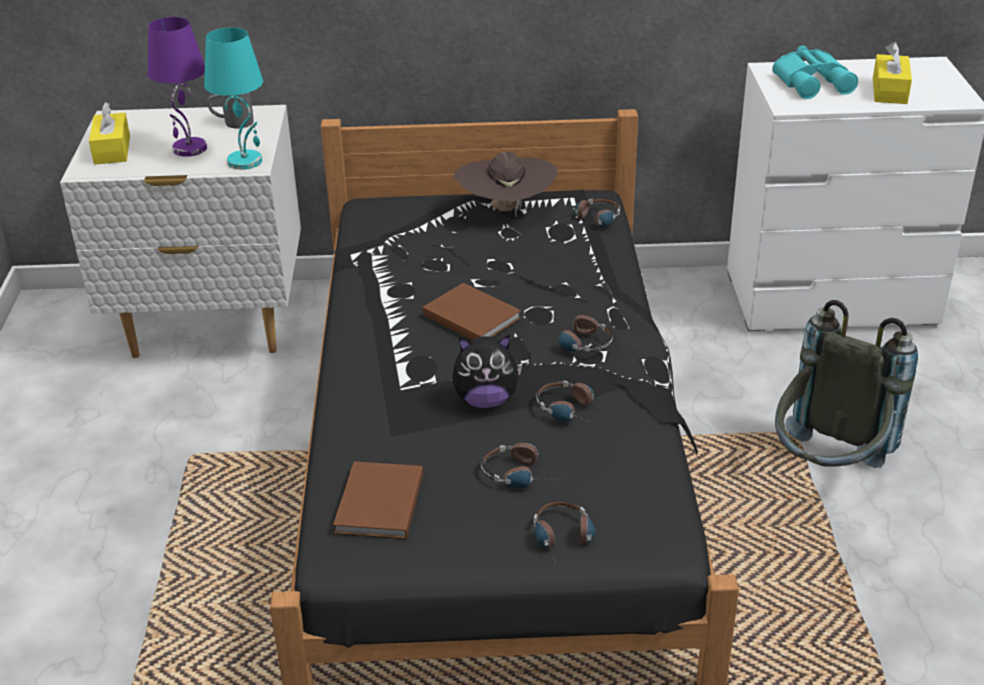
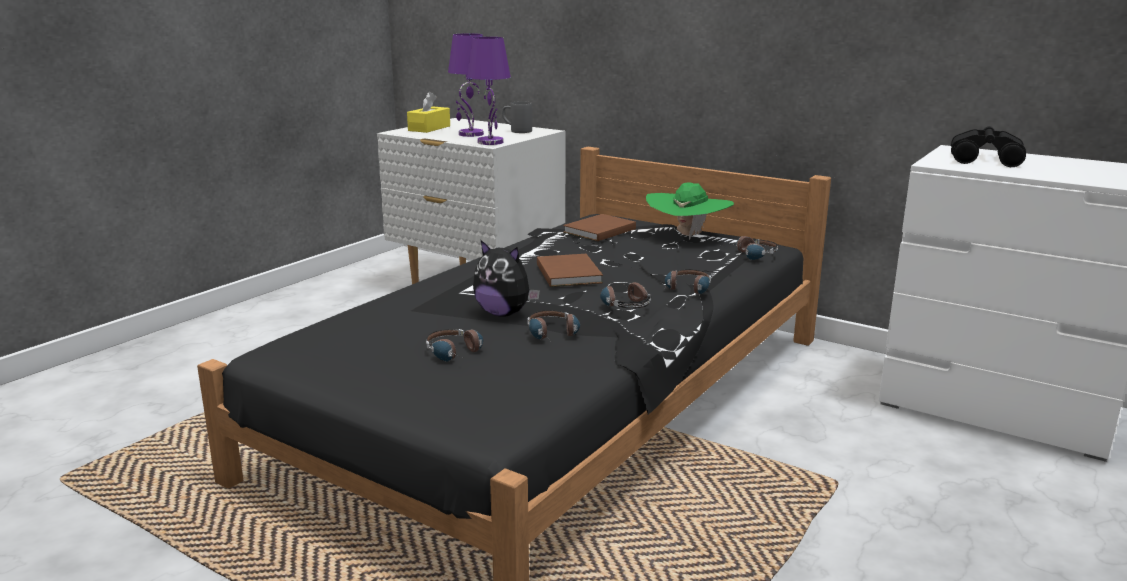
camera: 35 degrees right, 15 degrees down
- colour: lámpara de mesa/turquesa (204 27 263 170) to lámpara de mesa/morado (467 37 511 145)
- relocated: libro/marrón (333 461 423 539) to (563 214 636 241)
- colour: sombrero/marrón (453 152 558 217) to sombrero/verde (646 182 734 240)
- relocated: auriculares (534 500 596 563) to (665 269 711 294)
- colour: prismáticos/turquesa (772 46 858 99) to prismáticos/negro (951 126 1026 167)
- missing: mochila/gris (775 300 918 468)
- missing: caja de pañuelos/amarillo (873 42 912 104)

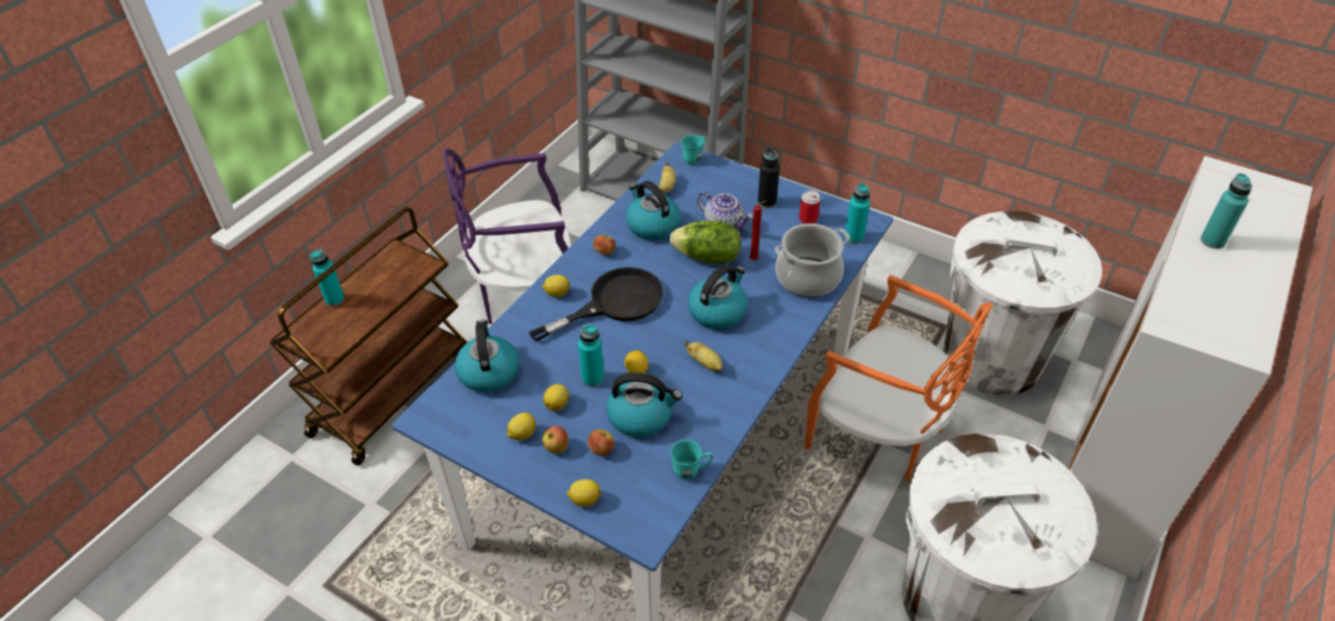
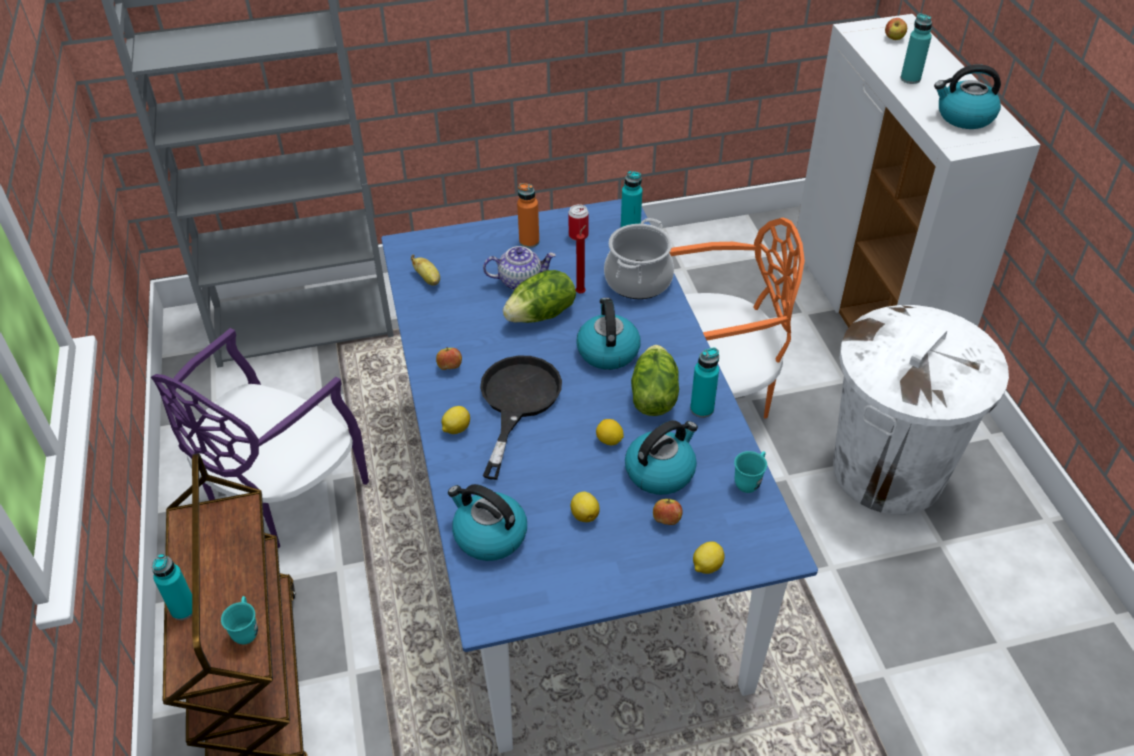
camera: 45 degrees left, 0 degrees up
- relocated: taza grande/turquesa (681 135 706 165) to (221 596 258 644)
- colour: botella/negro (758 147 780 208) to botella/naranja (517 183 539 248)
- exchanged: plátano (684 341 722 371) to lechuga (631 345 679 416)
- relocated: botella/turquesa (578 324 604 387) to (690 347 719 418)
- relocated: manzana (542 426 569 453) to (885 18 907 40)
- relocated: hervidor (626 181 681 240) to (934 64 1001 129)
- missing: limón (507 413 536 440)
- missing: papelera/blanco (943 211 1102 396)

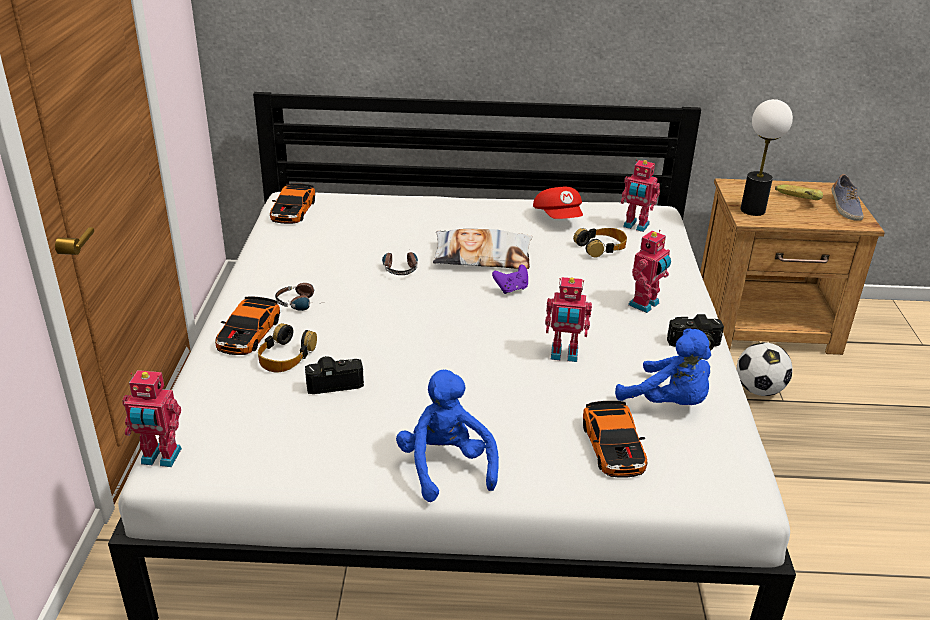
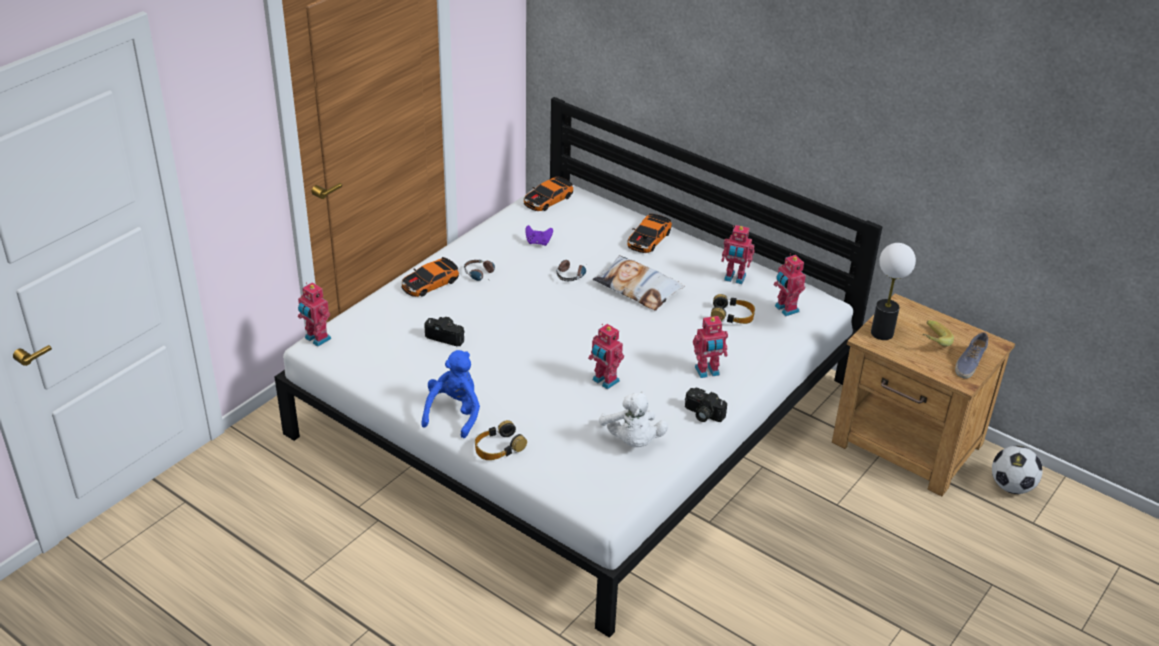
camera: 35 degrees right, 5 degrees up
- relocated: auriculares (258 323 317 372) to (475 420 527 460)
- relocated: mando de consola/morado (492 264 528 294) to (525 225 553 246)
- colour: peluche/azul (615 328 711 405) to peluche/blanco (599 391 668 447)
- relocated: coche de juguete (583 401 647 478) to (627 213 672 253)
- exchanged: gorra/rojo (533 187 583 219) to robot de juguete (722 225 755 284)
- relocated: balón de fútbol (737 342 793 396) to (992 446 1043 494)

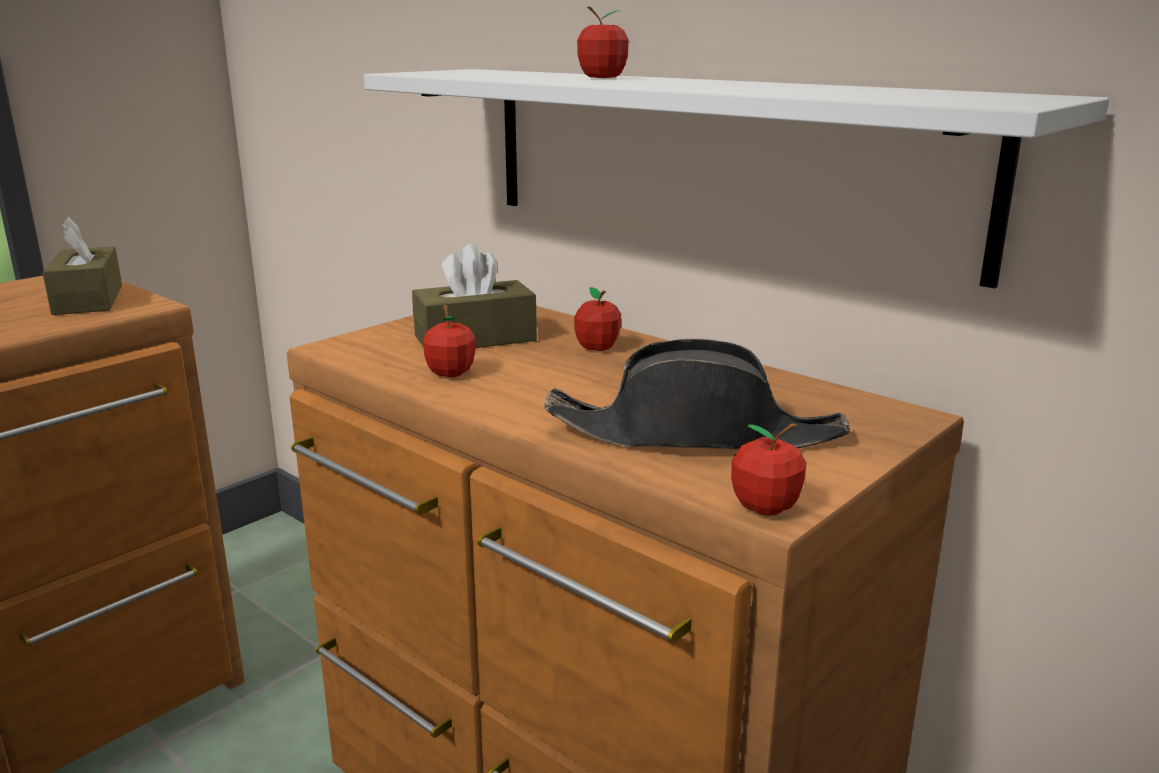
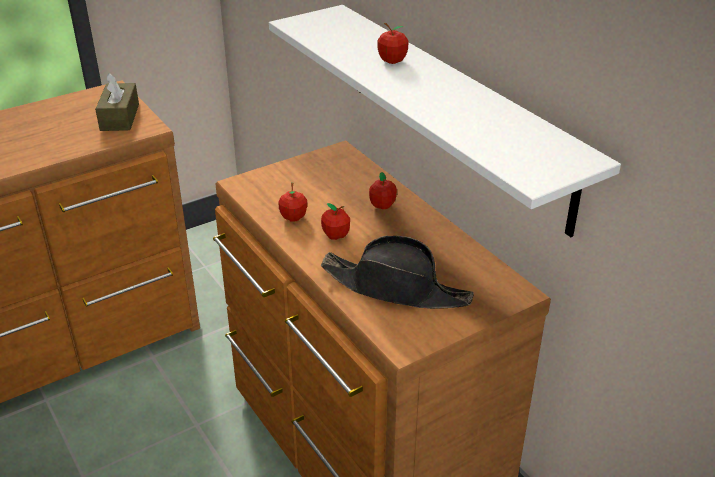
camera: 15 degrees right, 15 degrees up
- relocated: manzana (731 423 807 516) to (321 203 350 240)
- missing: caja de pañuelos/marrón (412 244 537 348)

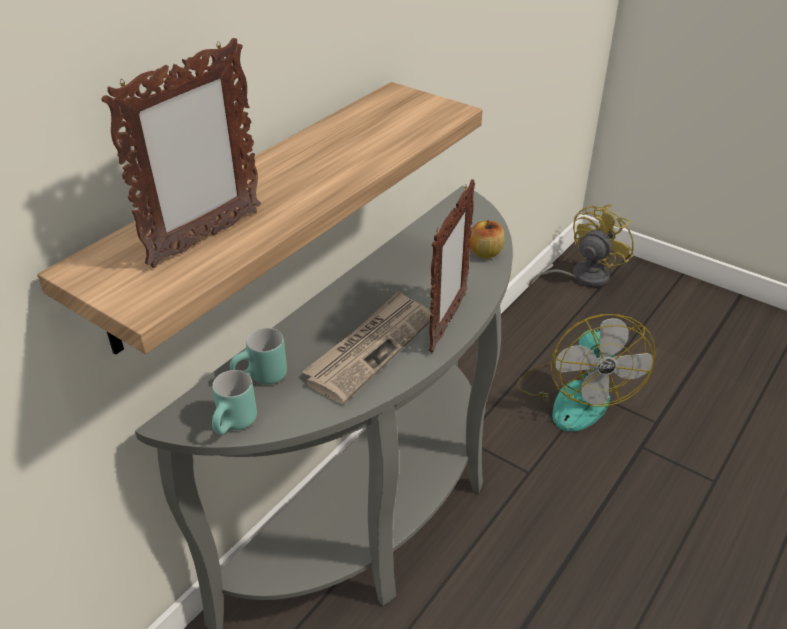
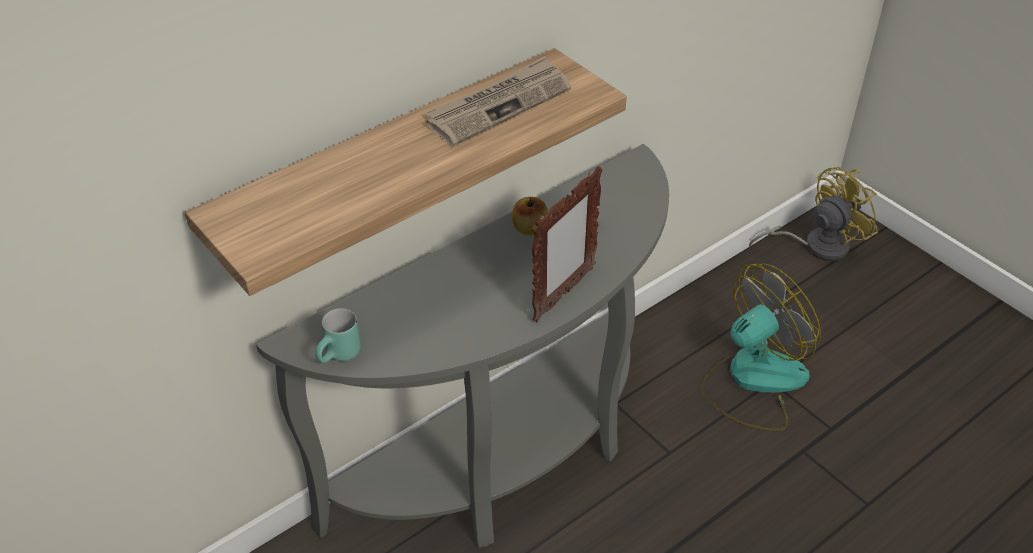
camera: 15 degrees right, 5 degrees up
- relocated: periódico (302 290 431 404) to (425 56 571 146)
- relocated: manzana (469 220 505 259) to (512 197 548 235)
- spun: ventilador (517 314 656 432) = (700 263 821 431) 135 degrees counterclockwise
- missing: portarretratos (101 38 261 268)
- missing: taza grande/turquesa (230 328 287 384)

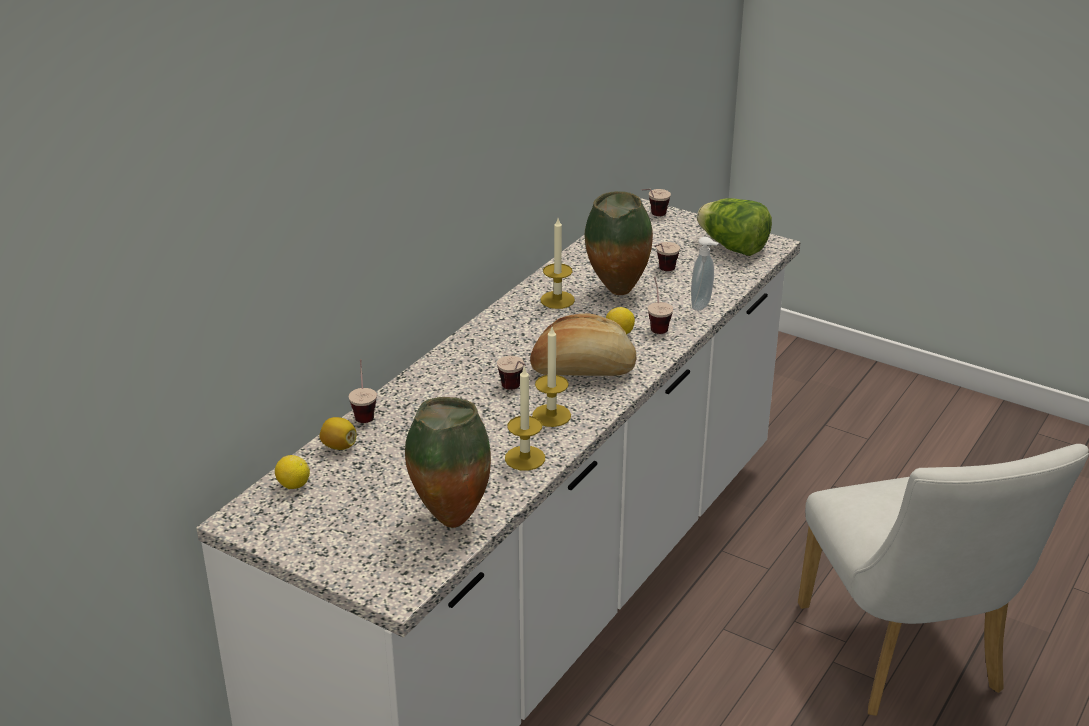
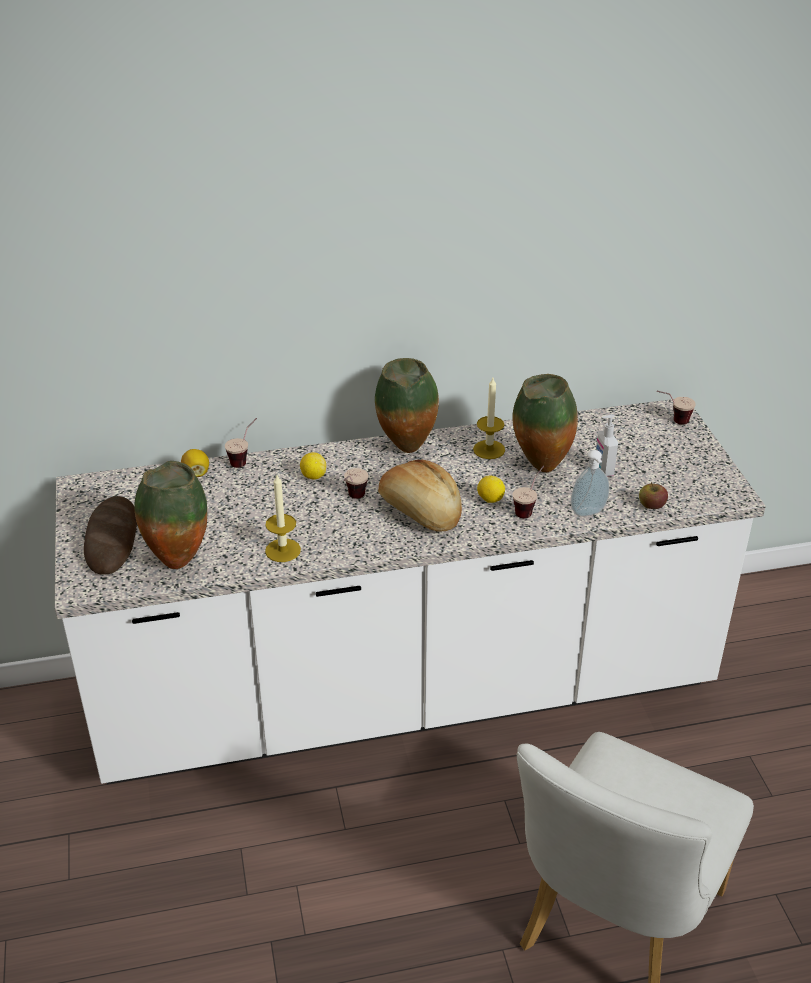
camera: 45 degrees right, 5 degrees up
- appeared: pan (84 496 137 575)
- relocated: limón (275 455 310 489) to (300 452 326 480)
- appeared: florero (375 358 439 453)
- exchanged: taza (654 242 680 271) to dispensador de jabón (596 414 618 477)
- appeared: manzana (639 482 668 509)
- missing: vela (532 327 571 427)
- missing: lechuga (697 198 772 256)

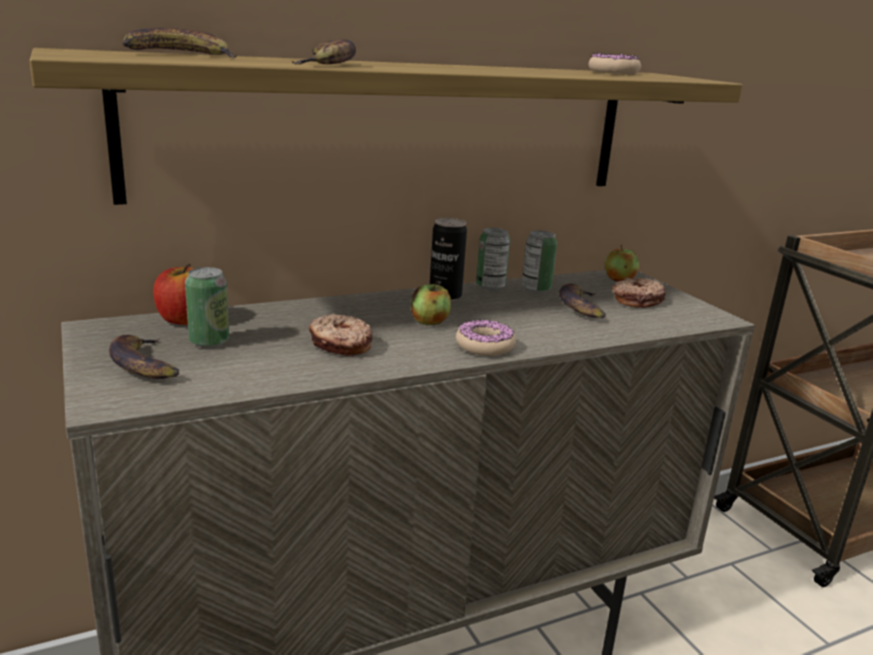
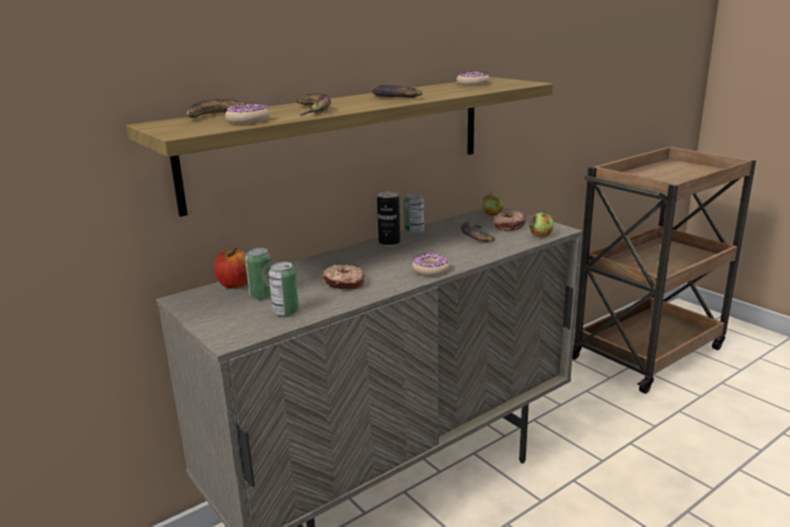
camera: 10 degrees left, 0 degrees up
- appeared: rosquilla (225 103 270 124)
- relocated: lata (522 231 557 293) to (269 262 299 317)
- relocated: plátano (109 335 179 379) to (371 85 423 98)
- relocated: manzana (410 280 451 325) to (529 211 554 237)

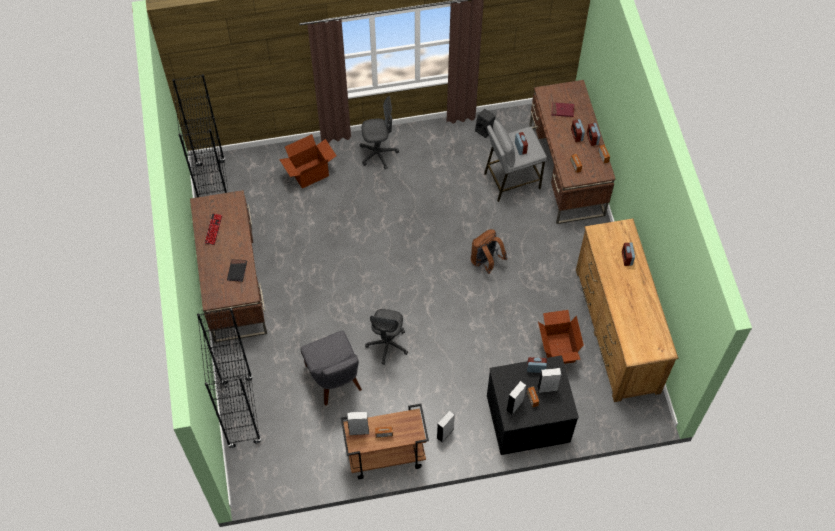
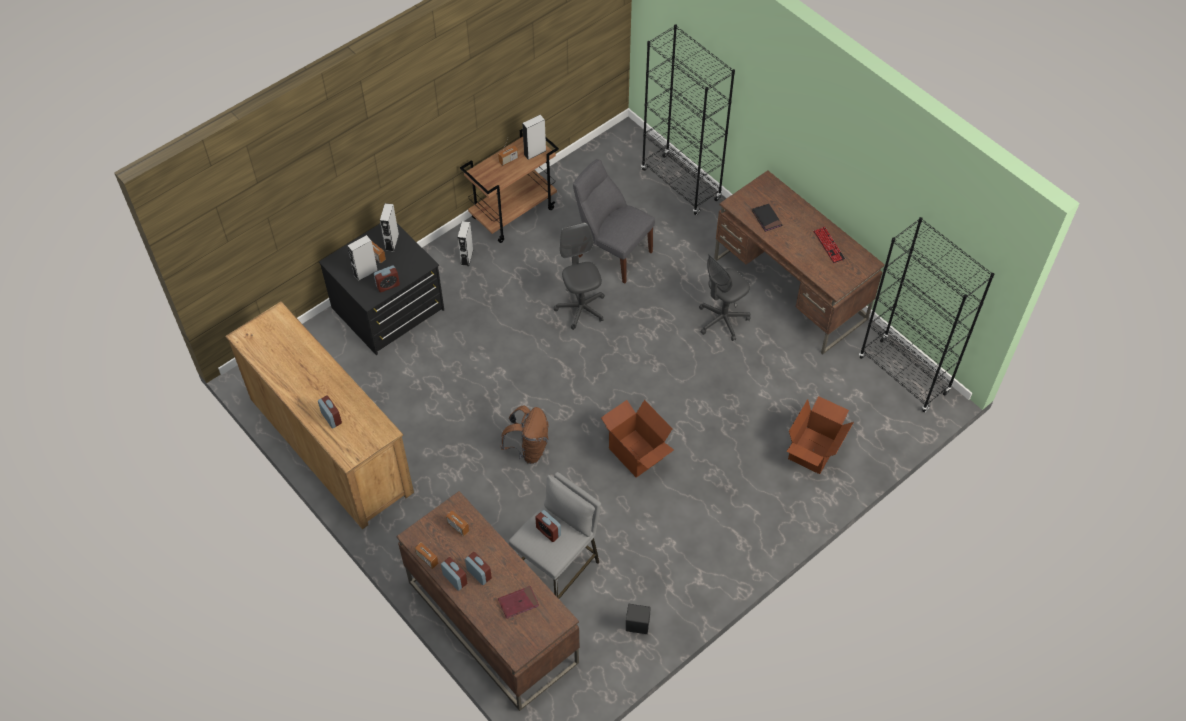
camera: 150 degrees right, 5 degrees down
- relocated: caja de cartón (538 310 584 364) to (601 400 674 477)
- relocated: silla de oficina/gris (360 96 399 170) to (699 254 750 341)

